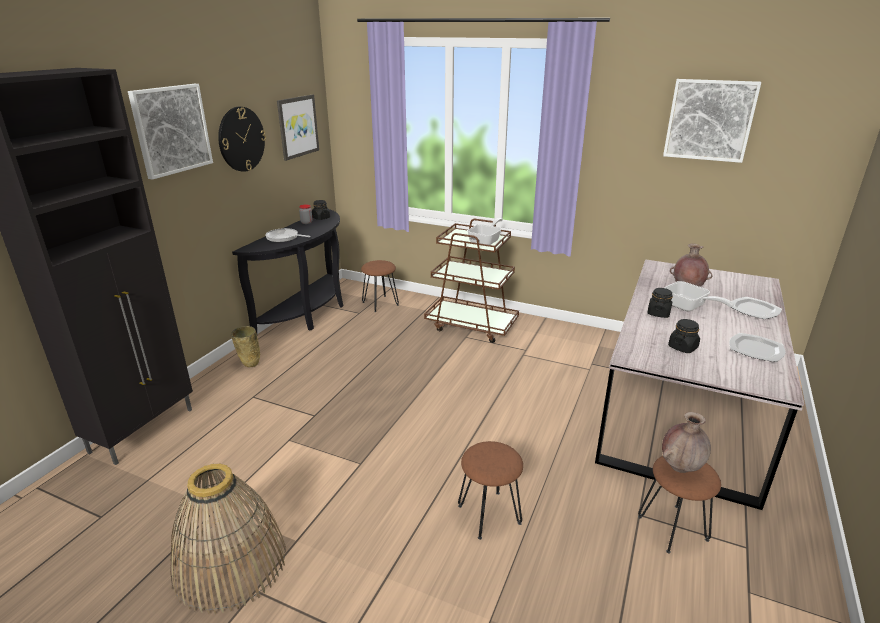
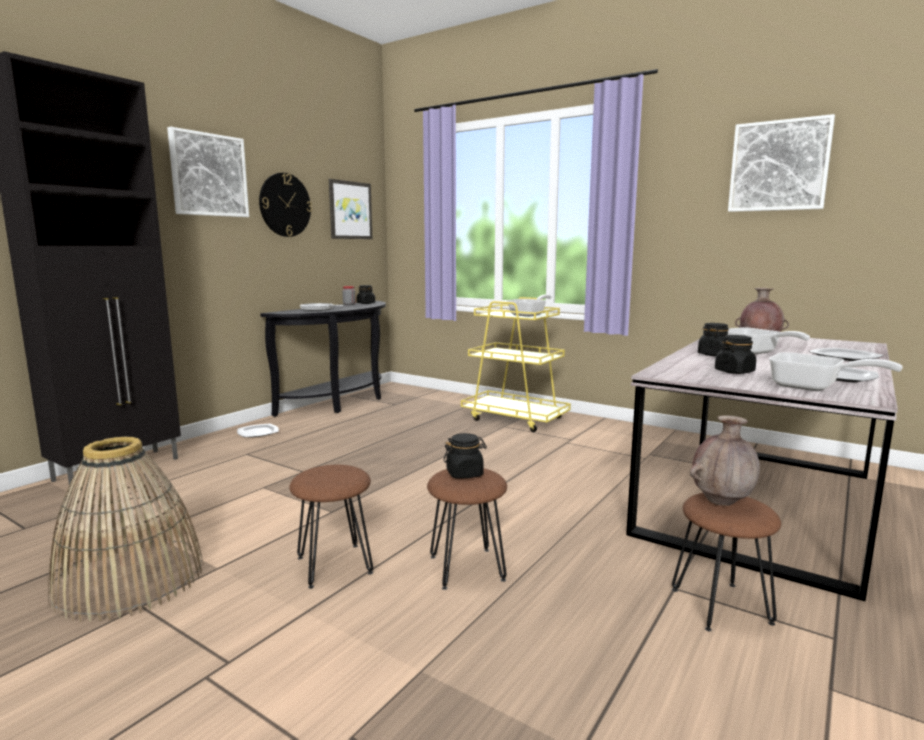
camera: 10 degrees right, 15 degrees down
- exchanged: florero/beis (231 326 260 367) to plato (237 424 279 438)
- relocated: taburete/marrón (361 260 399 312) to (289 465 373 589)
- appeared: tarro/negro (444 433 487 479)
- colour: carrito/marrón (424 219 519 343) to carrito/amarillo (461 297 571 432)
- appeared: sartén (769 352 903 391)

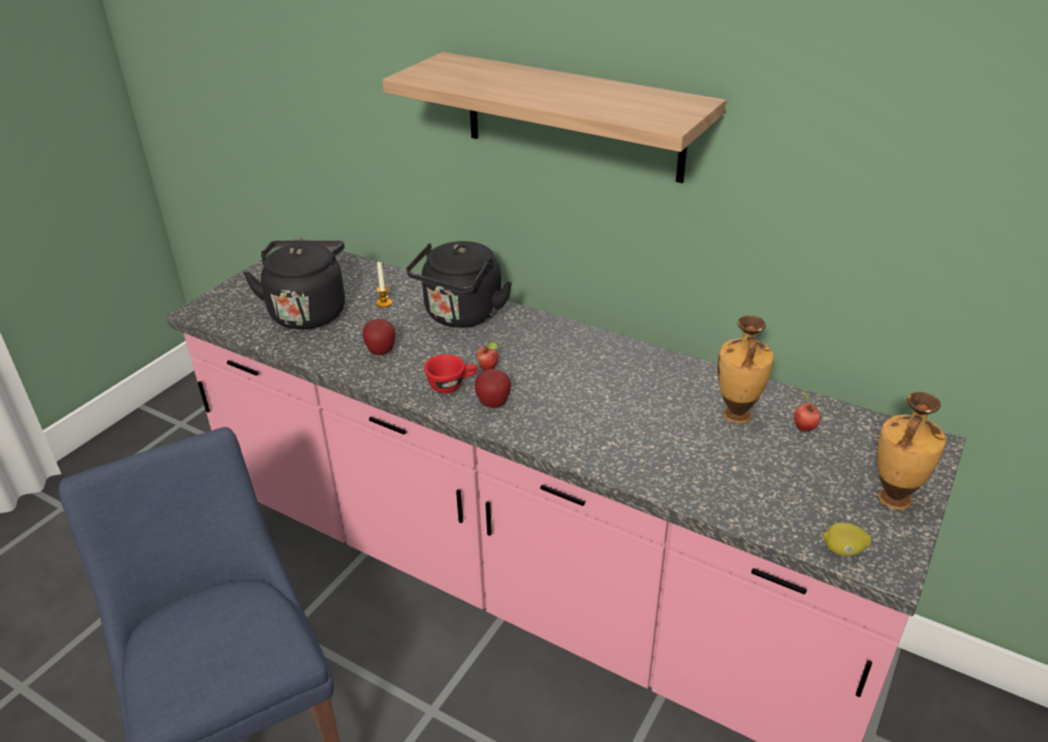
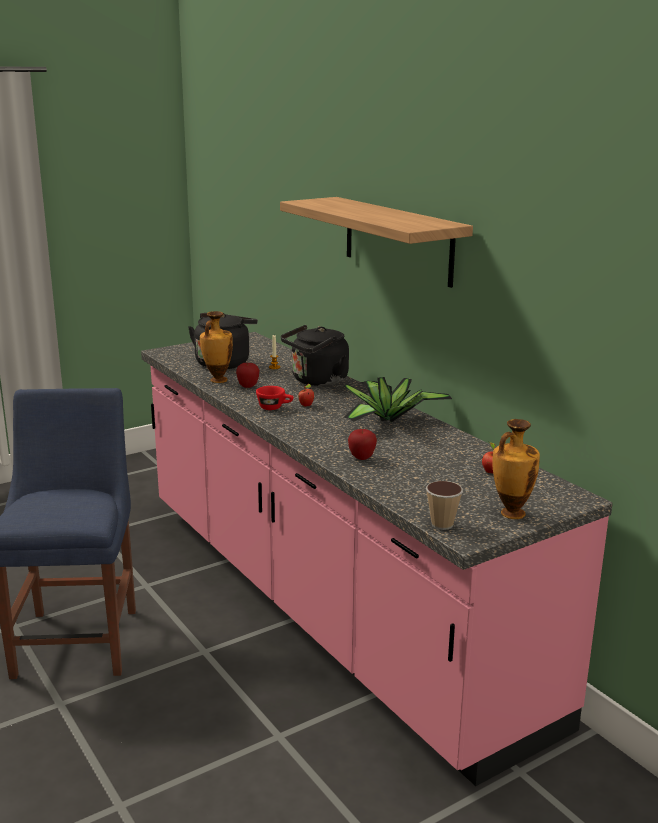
camera: 25 degrees right, 15 degrees down
- relocated: florero (718 316 774 423) to (200 311 233 383)
- appeared: planta en maceta (343 377 452 422)
- relocated: manzana (474 369 511 408) to (348 429 377 460)
- exchanged: limón (823 522 871 556) to taza (426 481 463 530)

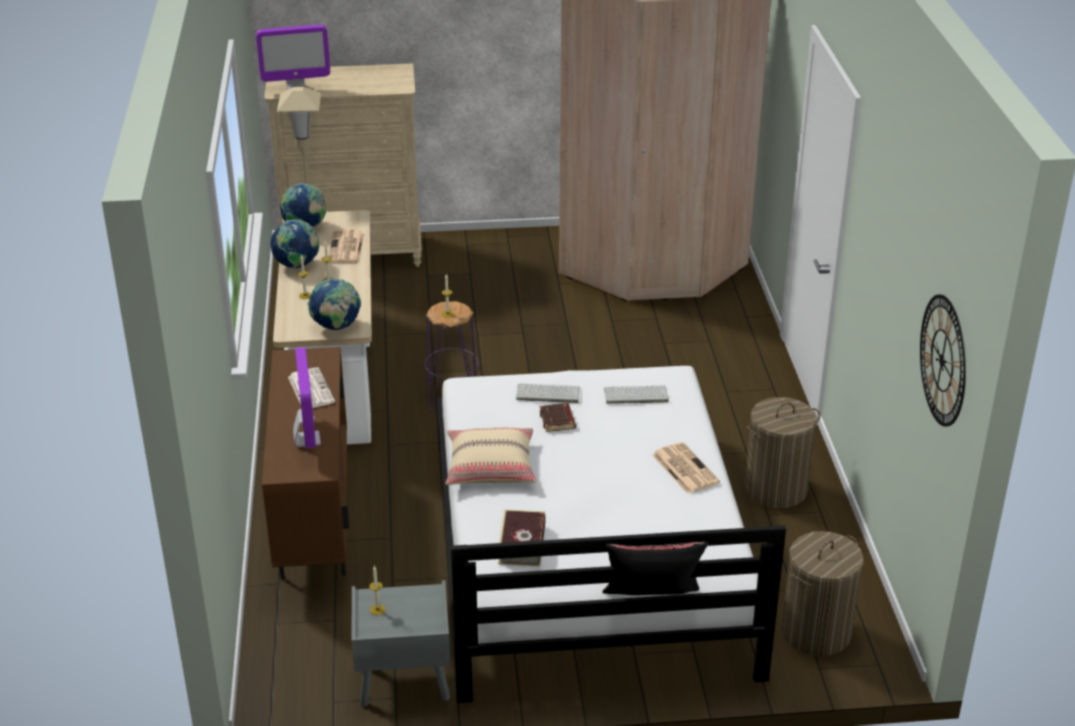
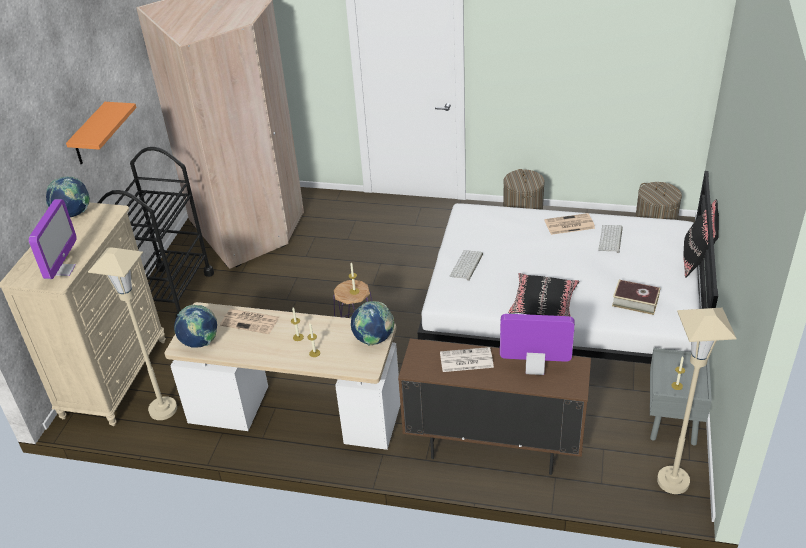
camera: 70 degrees left, 5 degrees up
- relocated: globo terráqueo (270 219 319 269) to (46 177 90 217)
- appeared: estante/naranja (66 102 137 165)
- appeared: carrito/negro (97 147 214 318)
- colour: cojín/beis (445 427 537 485) to cojín/negro (508 273 579 317)
- relocated: teclado (604 385 669 404) to (598 225 623 253)
- appeared: lámpara de pie/beis (657 308 737 494)
- missing: libro/marrón (539 403 576 432)
- missing: reloj de pared (920 294 966 427)

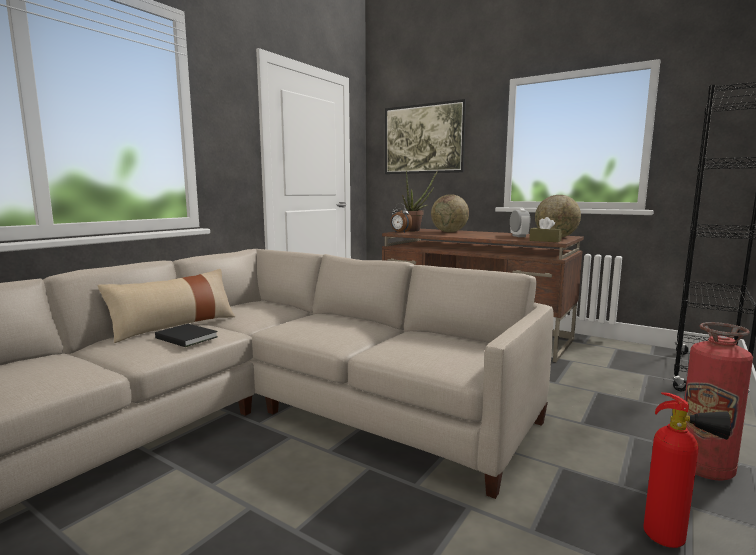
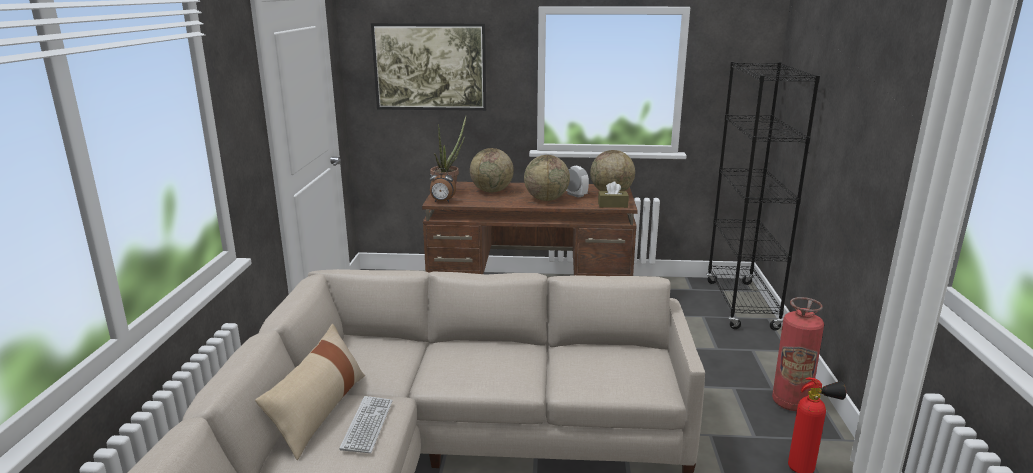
camera: 30 degrees left, 10 degrees up
- exchanged: libro/negro (155 324 218 347) to teclado (339 396 393 453)
- appeared: globo terráqueo (524 155 570 201)

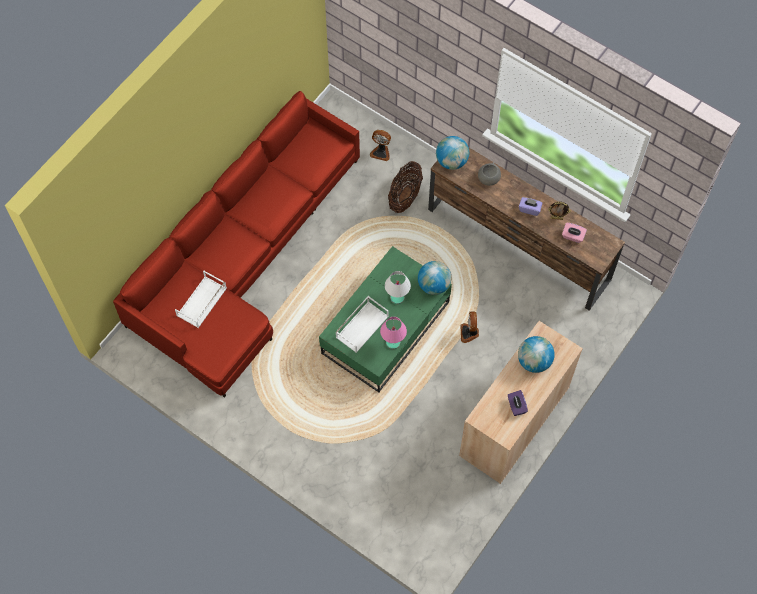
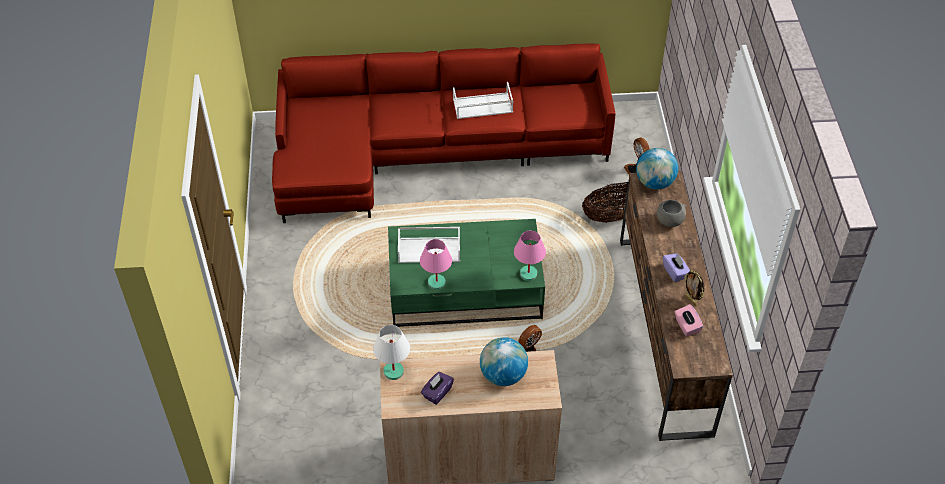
camera: 50 degrees right, 15 degrees down
- relocated: lámpara de mesa/blanco (385 271 411 304) to (373 325 410 380)
- relocated: bandeja/blanco (175 270 227 328) to (453 82 513 119)
- exchanged: globo terráqueo (418 261 451 295) to lámpara de mesa/rosa (514 231 546 281)

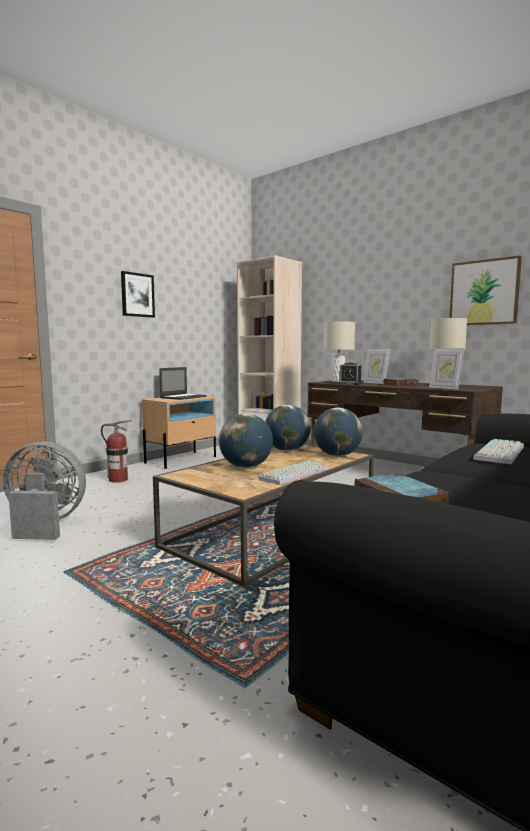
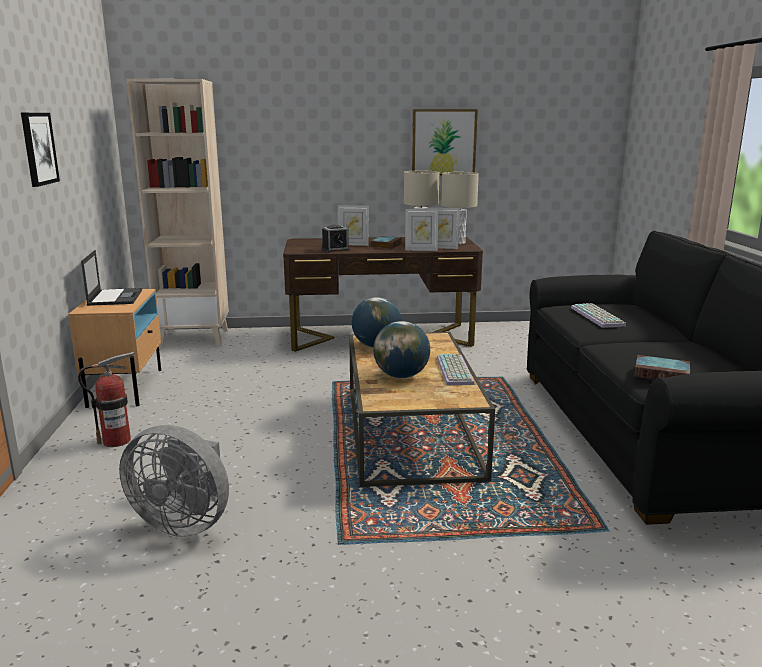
camera: 45 degrees left, 10 degrees up
- spun: ventilador/gris (3 441 86 540) = (119 425 229 537) 120 degrees counterclockwise
- appeared: portarretratos (405 209 438 251)
- relocated: lámpara de mesa/beis (324 321 355 382) to (441 172 479 244)
- missing: globo terráqueo (314 408 363 456)

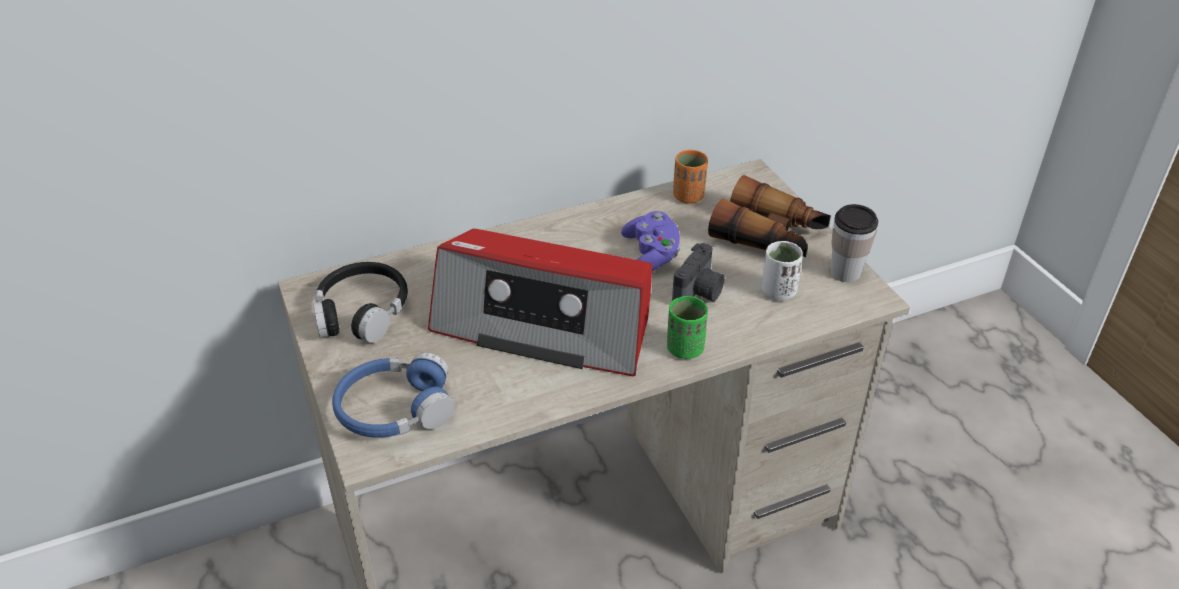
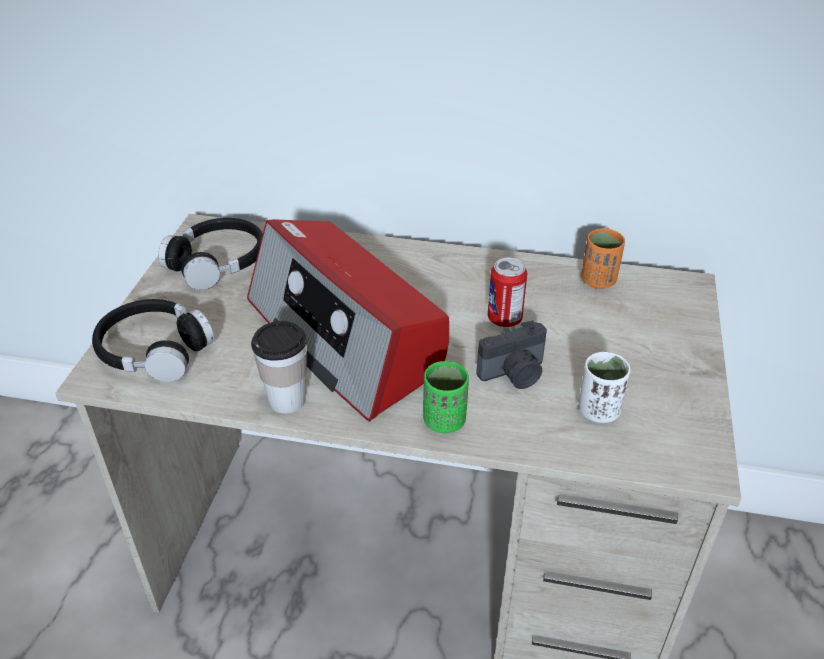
camera: 35 degrees right, 0 degrees up
- colour: auriculares/azul (332 352 455 438) to auriculares/negro (92 299 214 382)
- relocated: taza (830 204 878 282) to (251 321 307 414)
- exchanged: mando de consola/morado (621 211 680 271) to lata (488 258 527 327)
- missing: prismáticos (708 175 831 257)

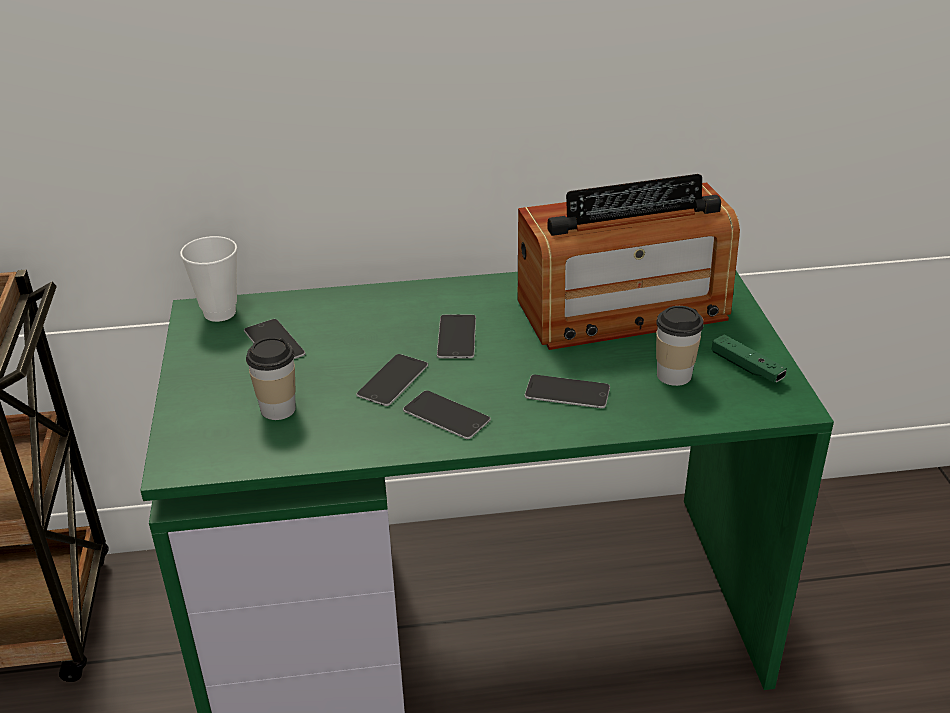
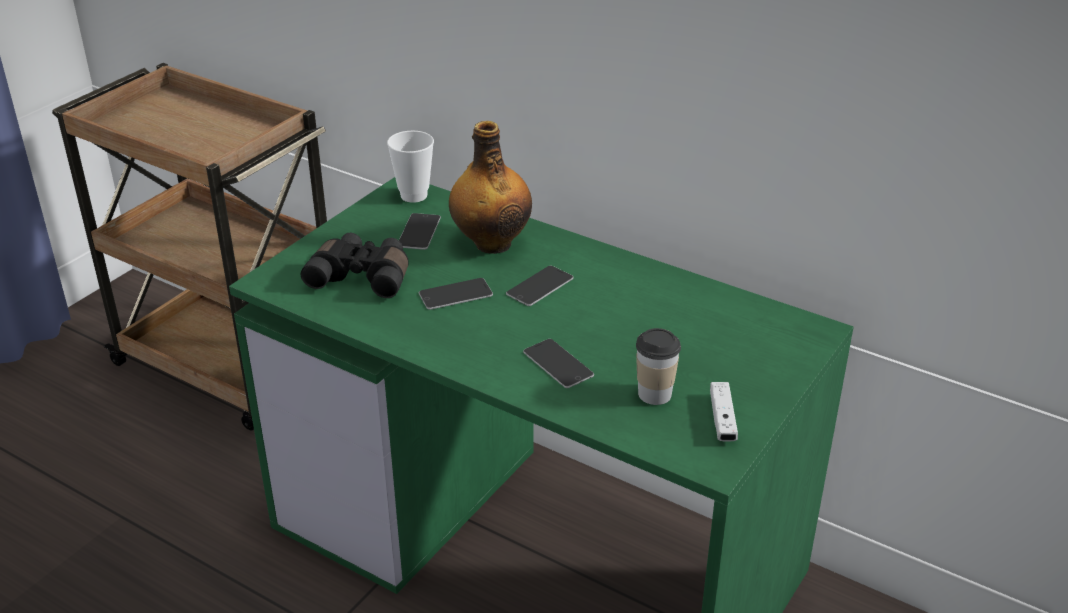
camera: 40 degrees right, 0 degrees up
- exchanged: taza (246 337 296 420) to prismáticos/negro (301 233 409 298)
- appeared: botella (449 121 532 254)
- colour: mando de consola/verde (712 335 787 383) to mando de consola/blanco (710 382 738 441)
- missing: móvil (403 390 491 439)
- missing: radio (518 174 740 350)

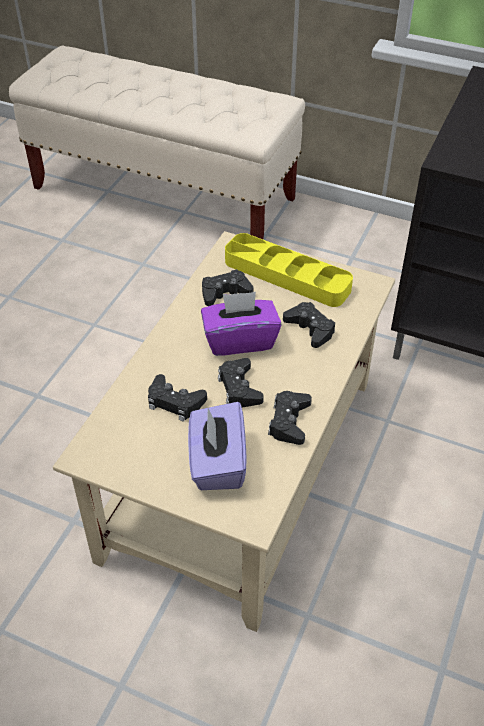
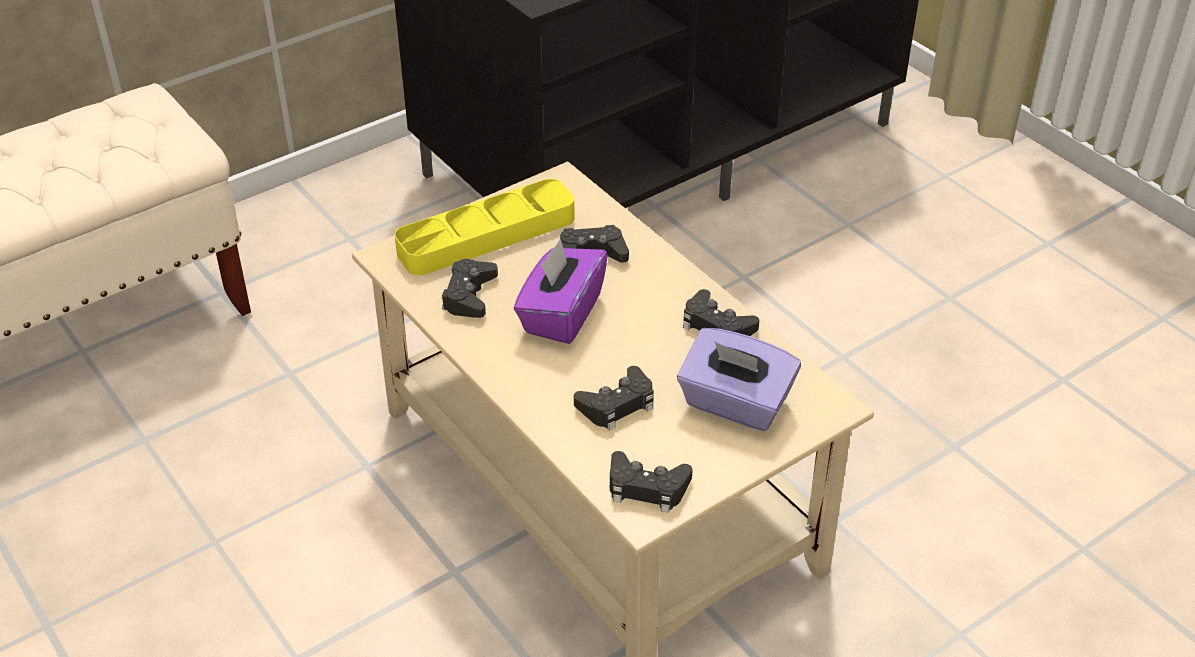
camera: 60 degrees left, 5 degrees down
- relocated: mando de consola/negro (218 358 264 407) to (610 451 693 513)

